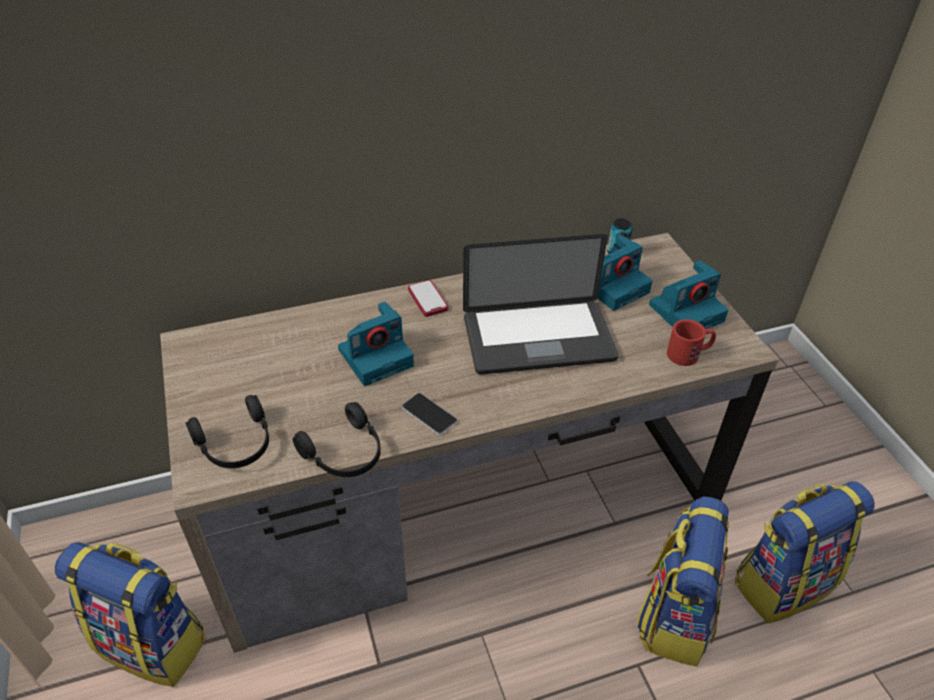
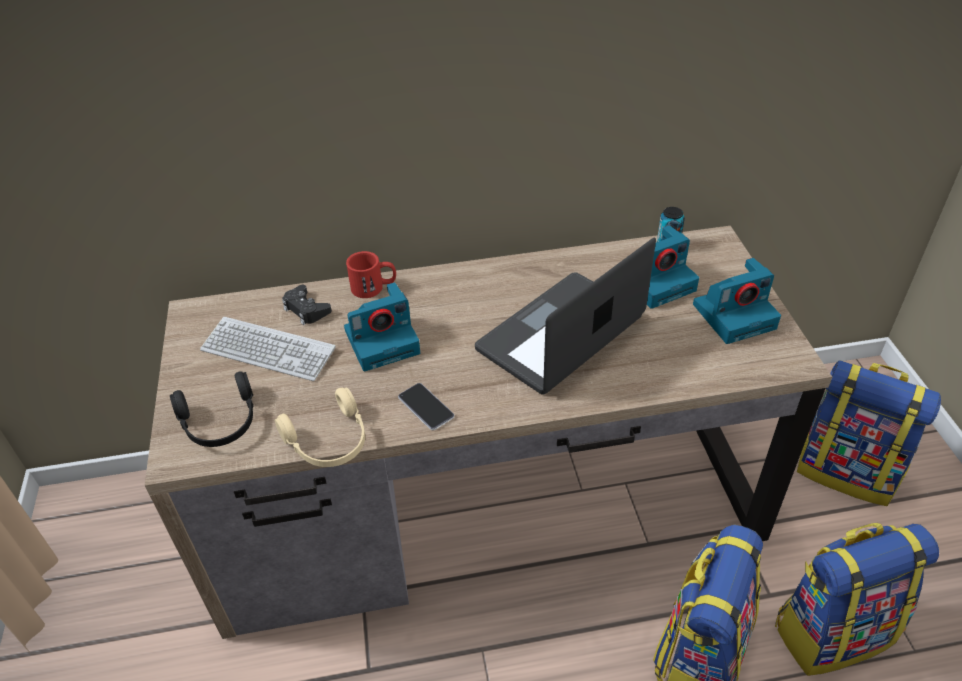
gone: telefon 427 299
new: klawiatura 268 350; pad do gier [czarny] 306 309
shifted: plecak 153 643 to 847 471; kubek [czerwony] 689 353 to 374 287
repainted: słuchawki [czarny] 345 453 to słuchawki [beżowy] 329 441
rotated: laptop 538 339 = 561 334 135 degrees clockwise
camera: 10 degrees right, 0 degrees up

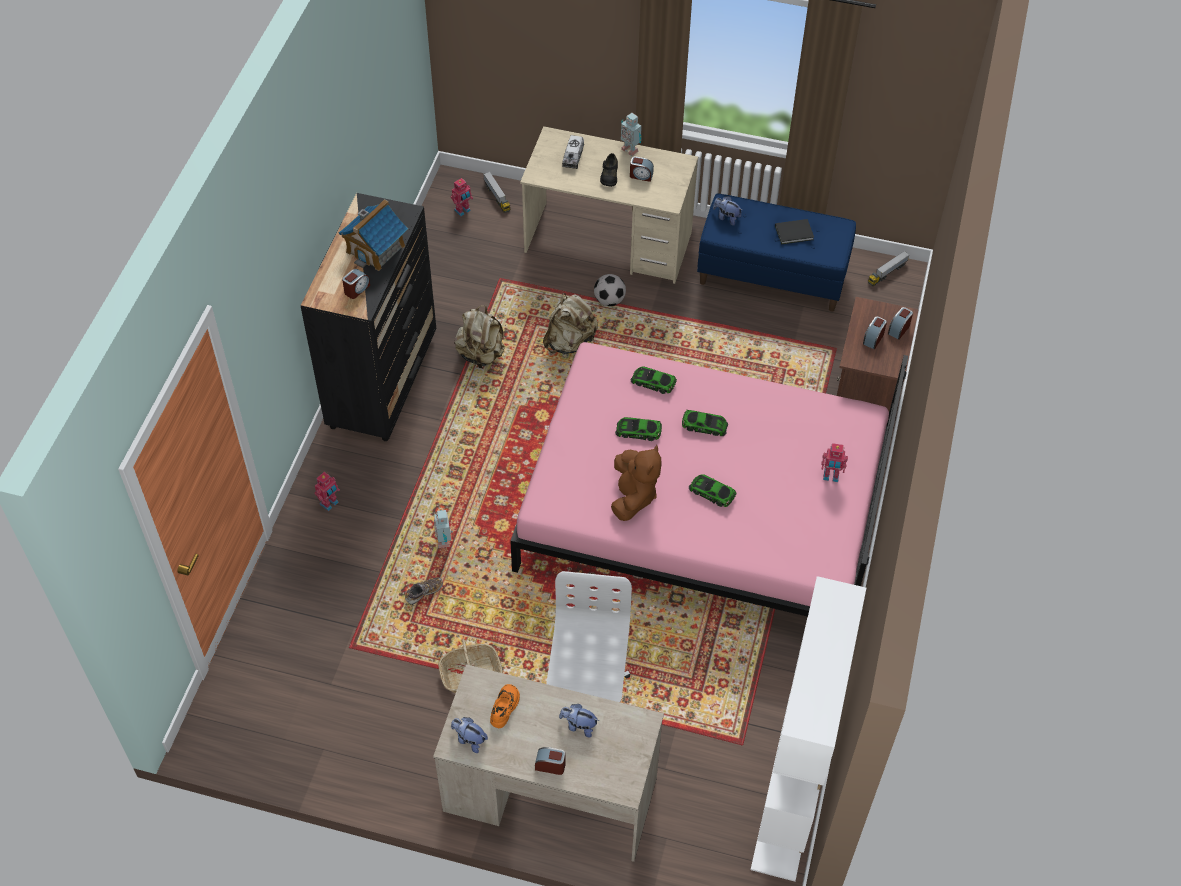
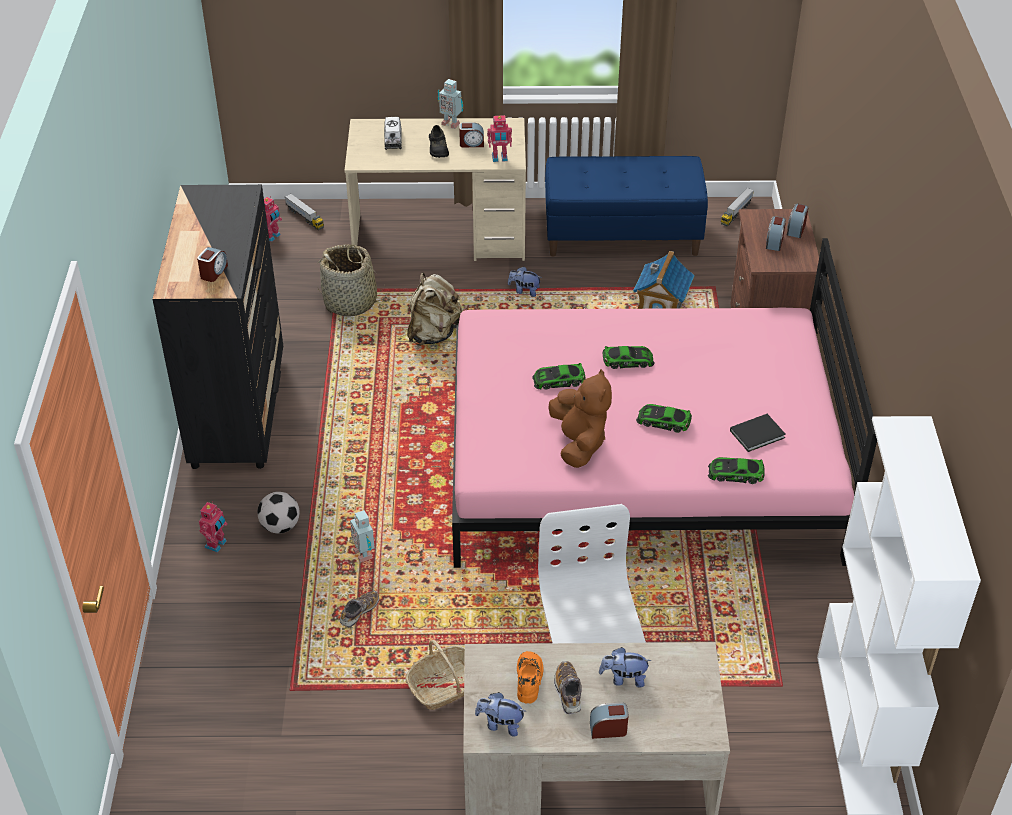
gone: plecak [beżowy] 481 355
new: koszyk 351 302; but 568 692
shifted: domek 376 249 to 662 302; piłka futbolowa 609 300 to 280 526; samochodzik 653 382 to 735 473; pluszak 726 217 to 524 291; książka [czarny] 795 233 to 758 434; robot zabawkowy 831 476 to 499 158
camera: 15 degrees left, 10 degrees down

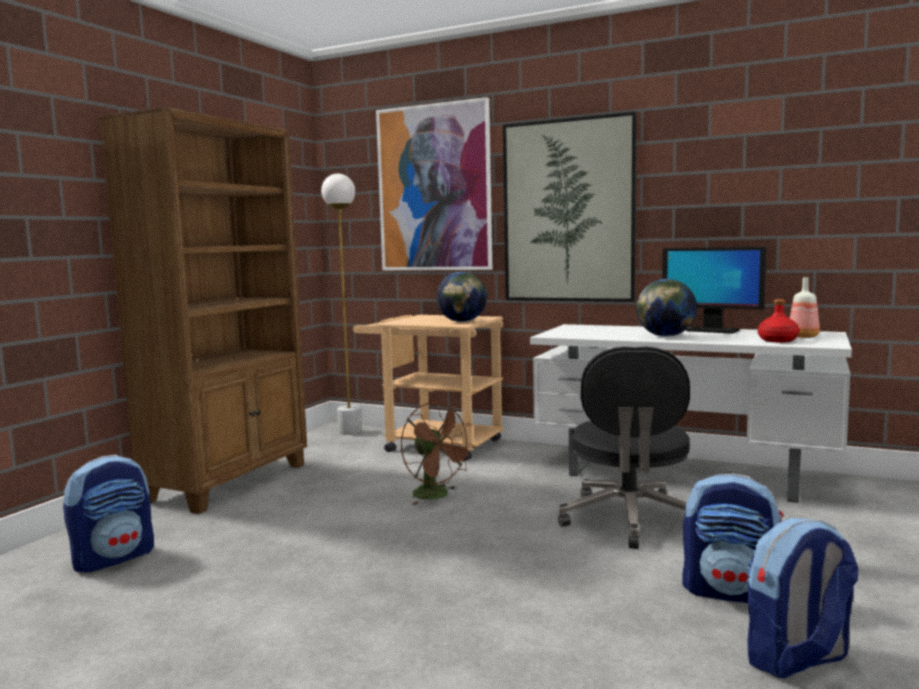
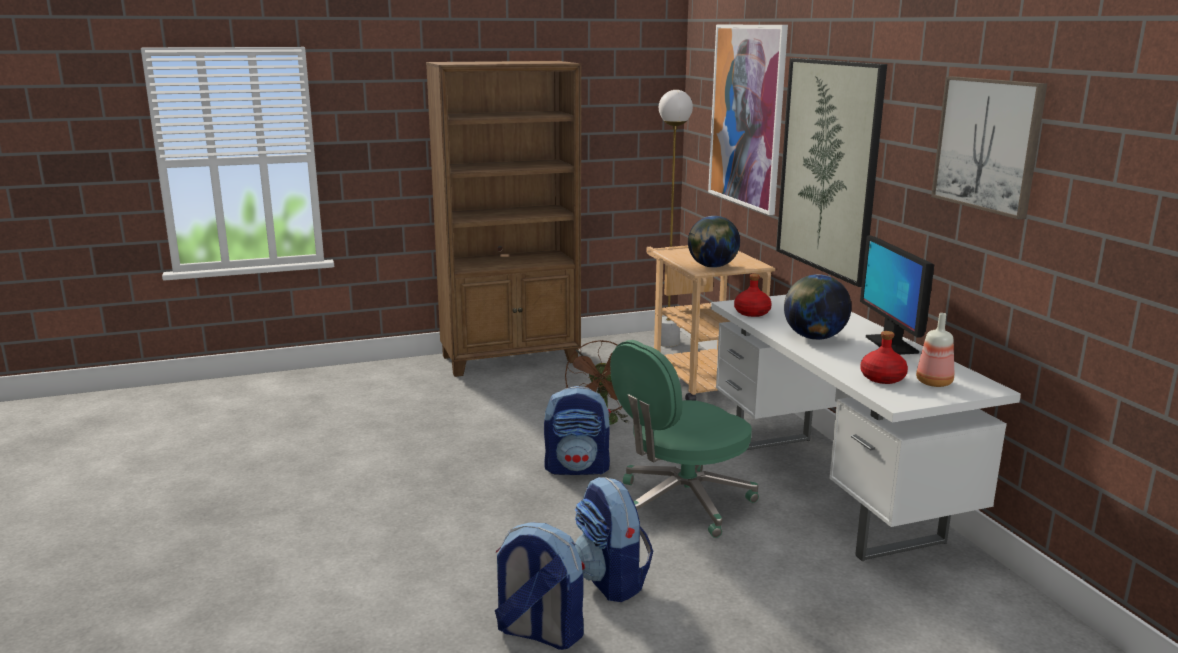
new: butelka [czerwony] 751 313; obraz 988 144
shifted: plecak 114 558 to 577 468
repainted: krzesło biurowe [czarny] 629 520 to krzesło biurowe [zielony] 681 503
camera: 45 degrees right, 10 degrees up

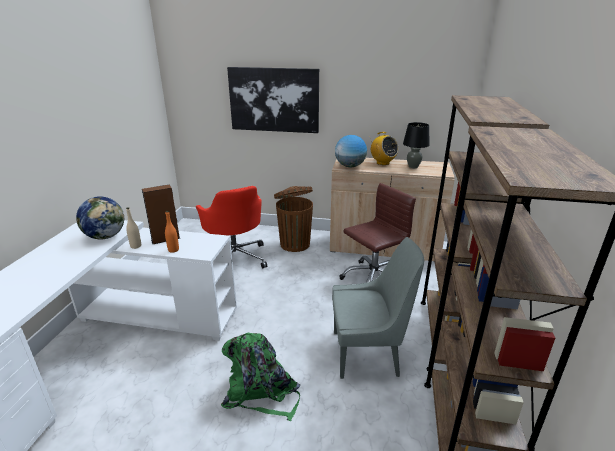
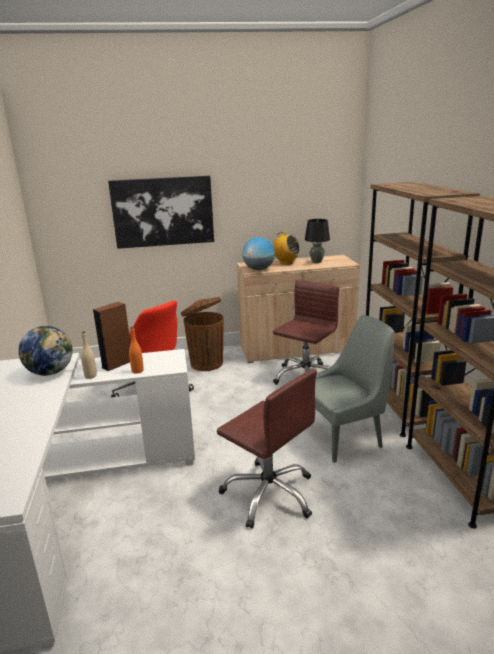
swapped: plecak [zielony] 261 392 to krzesło biurowe [brązowy] 269 494
camera: 20 degrees left, 5 degrees down

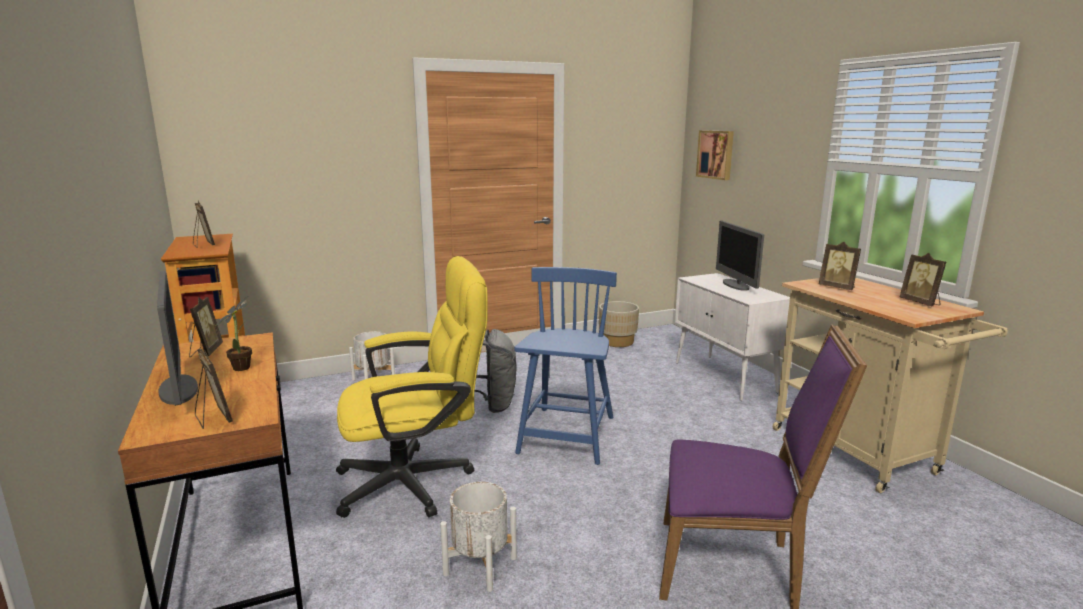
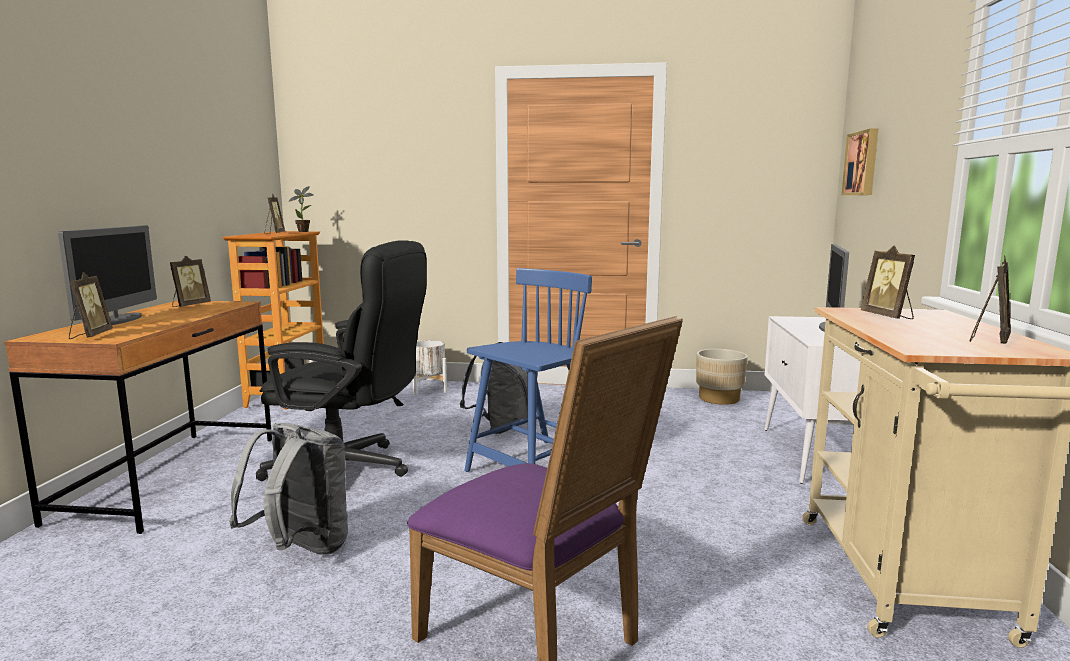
shifted: roślina doniczkowa 244 367 to 305 231
swapped: donica [biały] 481 566 to plecak [szary] 301 549
repainted: krzesło biurowe [żółty] 417 481 to krzesło biurowe [czarny] 350 470
rotated: ramka na zdjęcie 921 303 = 989 340 150 degrees counterclockwise
camera: 30 degrees right, 5 degrees down

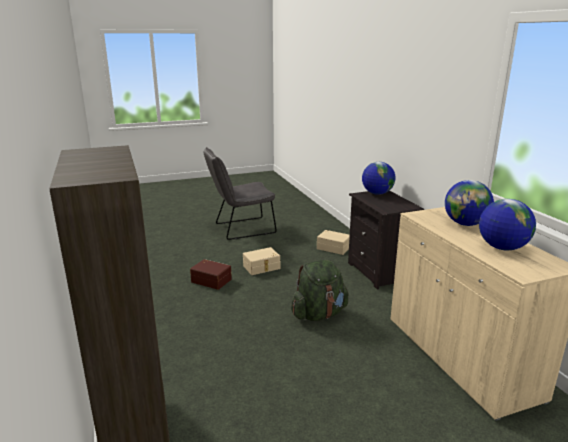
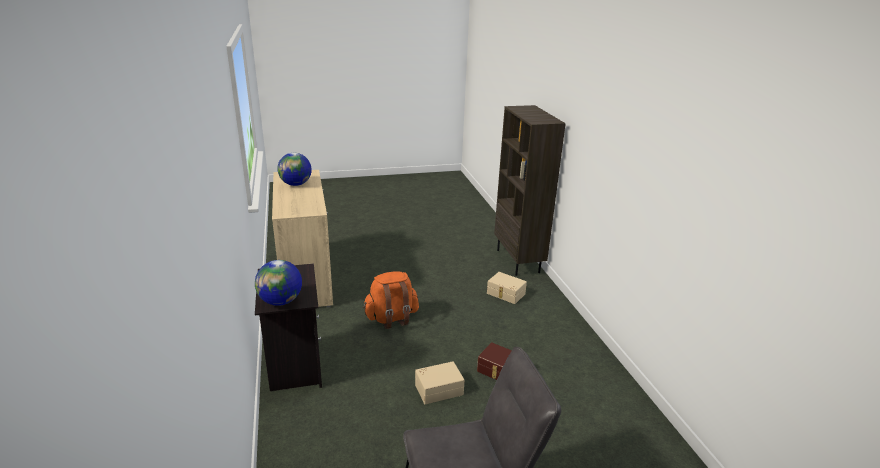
gone: globus 465 224
shifted: pojemnik do przechowywania [beżowy] 334 247 to 505 294
repainted: plecak [zielony] 319 314 to plecak [pomarańczowy] 391 318
camera: 175 degrees left, 5 degrees up

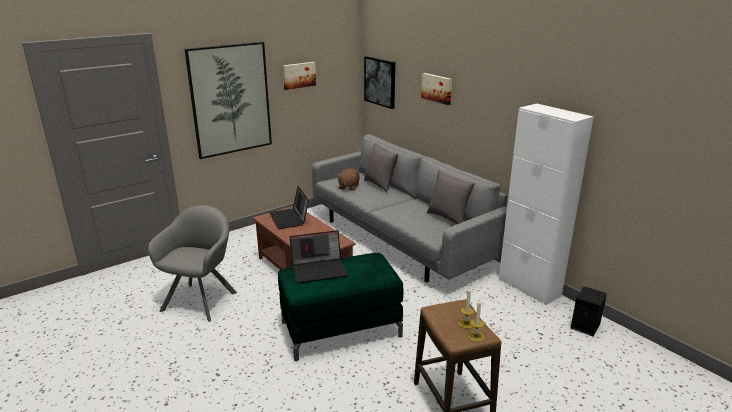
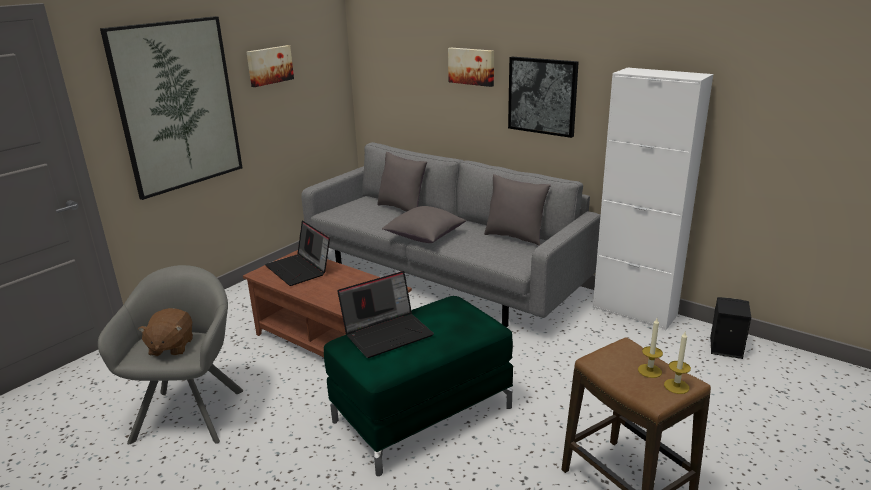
new: poduszka [szary] 424 236
shifted: pluszak [brązowy] 348 187 to 171 347; obraz 380 82 to 542 96
camera: 15 degrees left, 0 degrees up

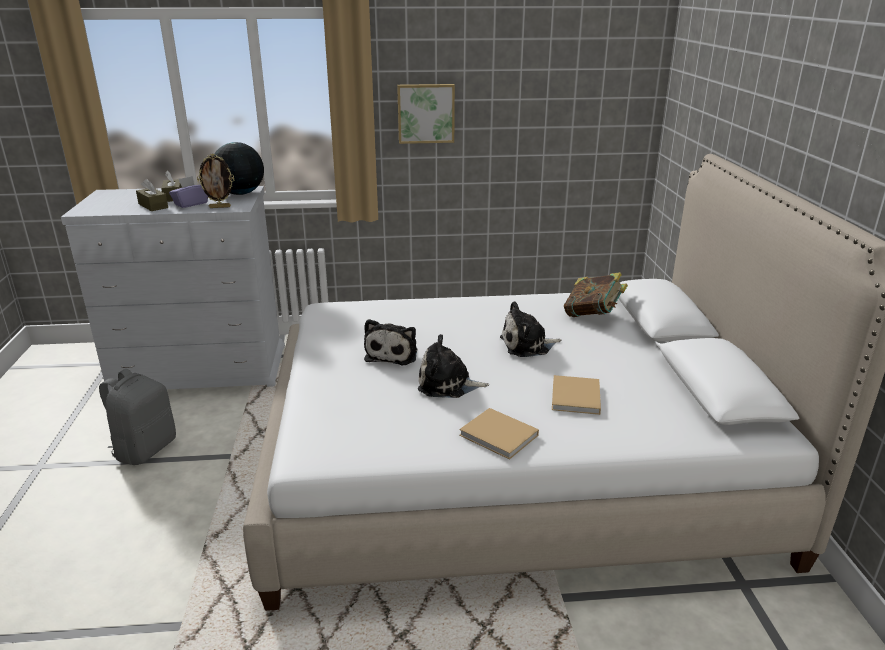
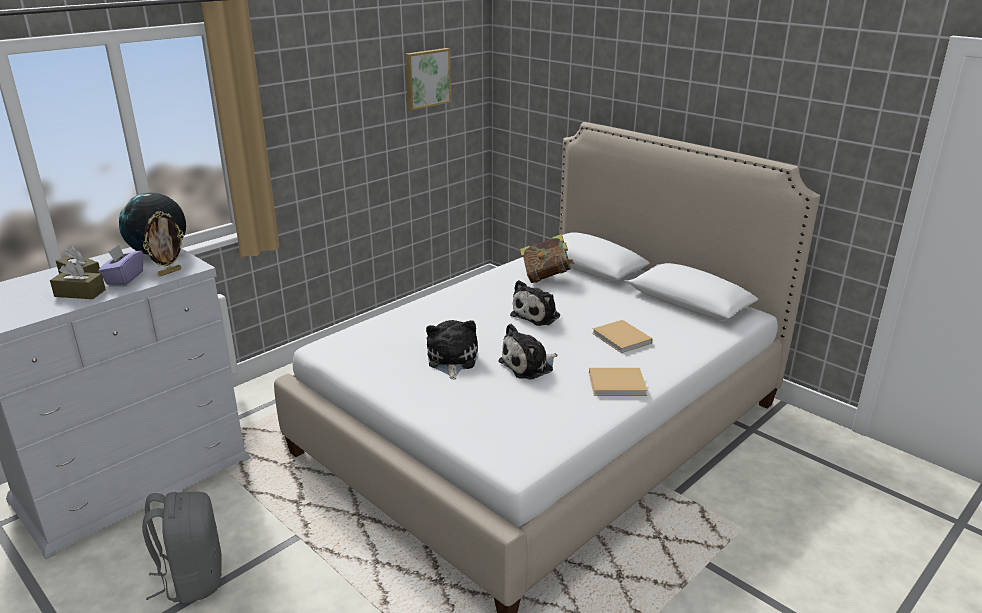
shifted: obraz 426 113 to 426 78
rotated: pluszak 393 354 = 451 360 150 degrees counterclockwise
camera: 40 degrees left, 0 degrees up

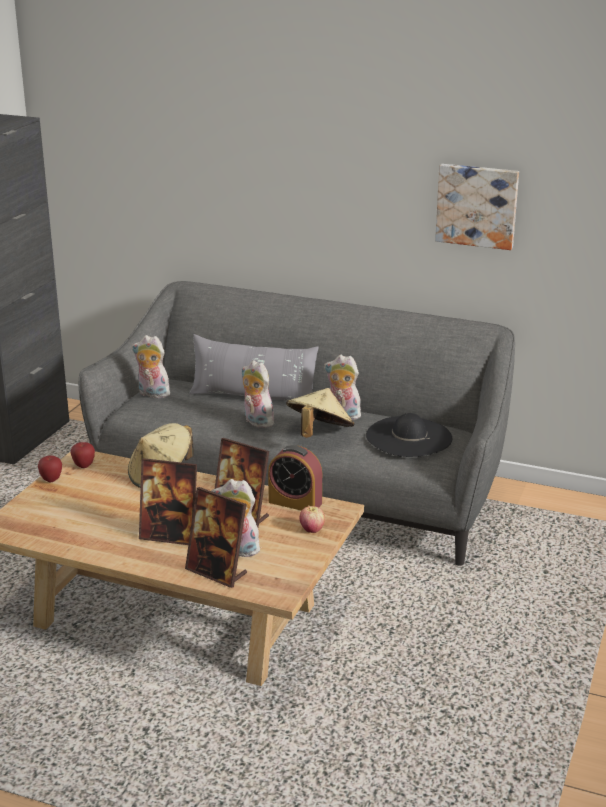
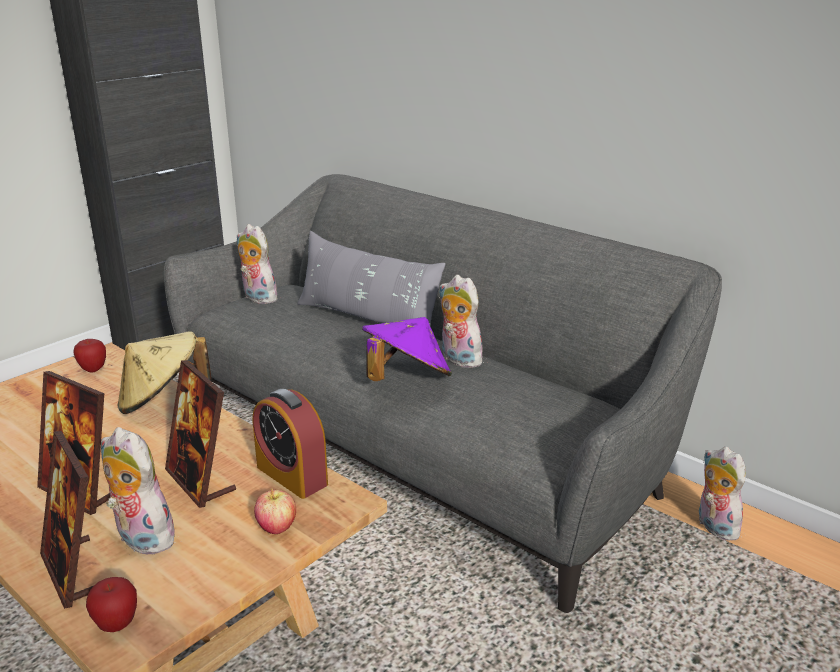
gone: kapelusz [czarny] 408 437; obraz 477 205
shifted: jabłko 51 480 to 117 624; pluszak 256 422 to 713 526
repainted: kapelusz [beżowy] 319 434 to kapelusz [fioletowy] 406 379
camera: 20 degrees right, 0 degrees up

